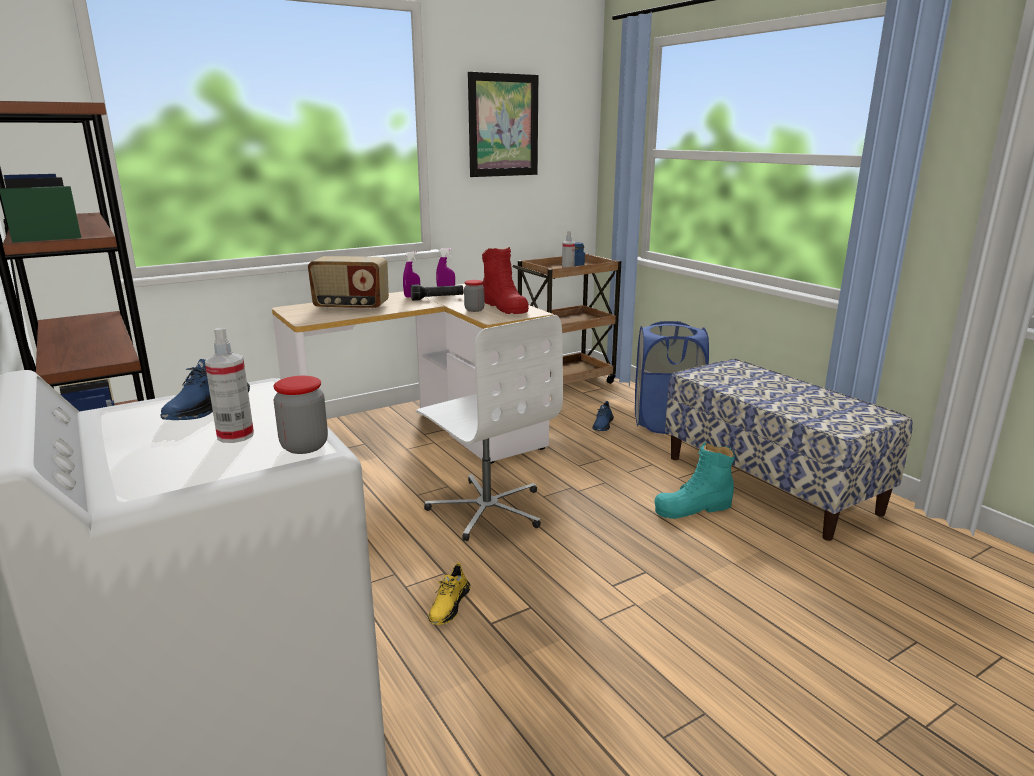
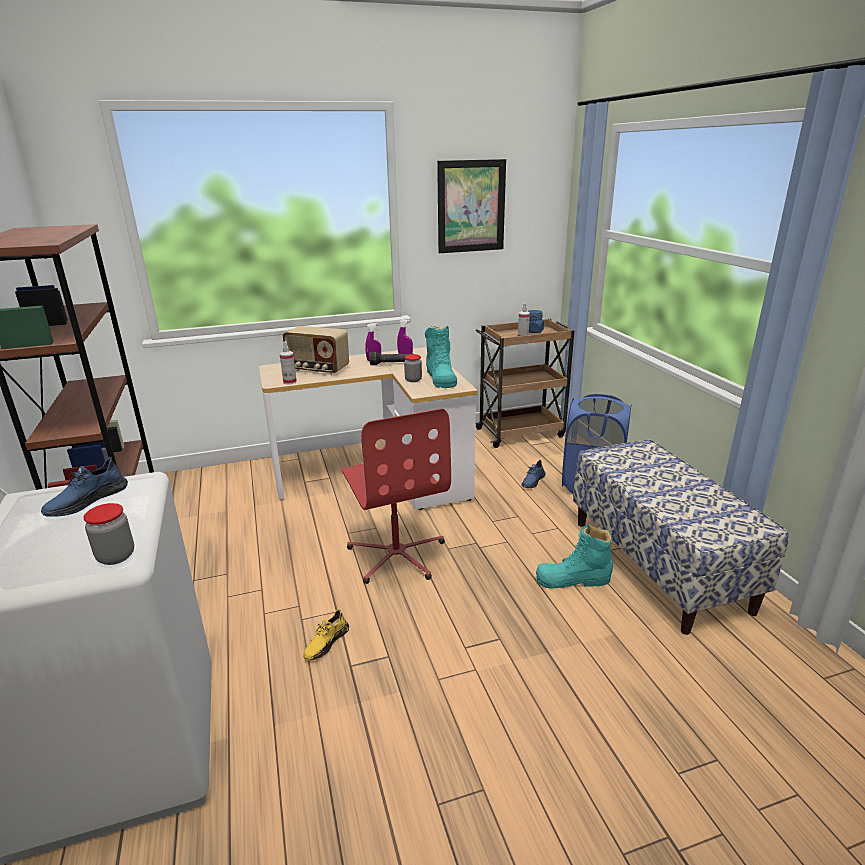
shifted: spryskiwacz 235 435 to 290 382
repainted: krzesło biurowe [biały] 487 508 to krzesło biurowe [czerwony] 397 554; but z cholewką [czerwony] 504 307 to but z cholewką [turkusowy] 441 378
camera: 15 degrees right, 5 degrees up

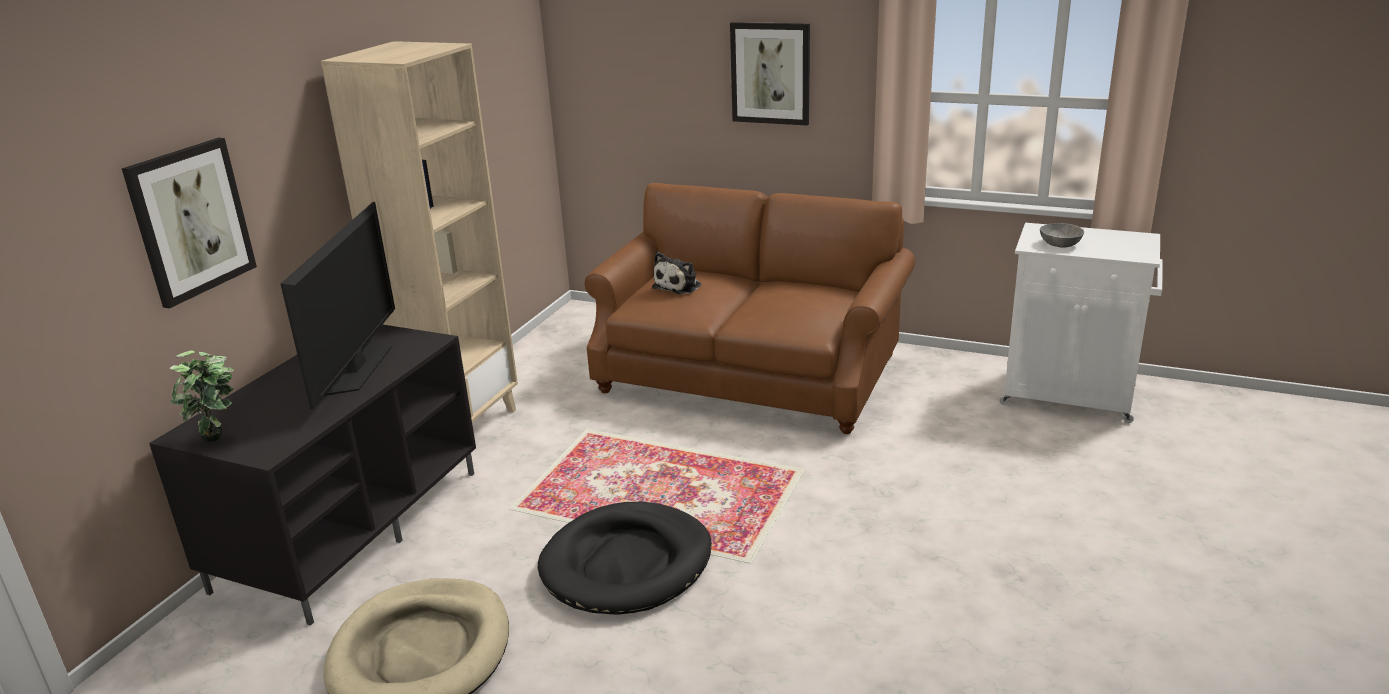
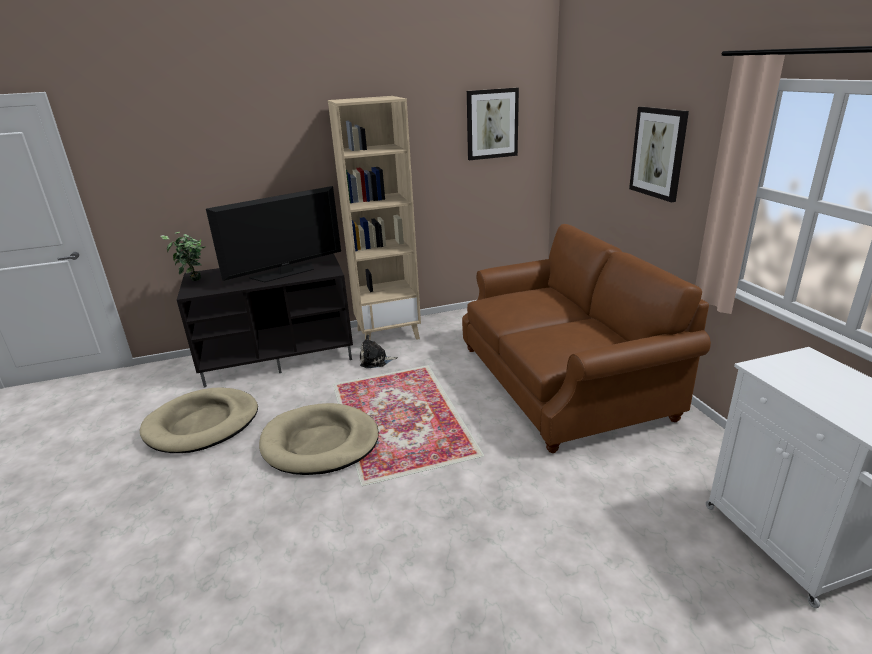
gone: miska [szary] 1060 244
shifted: obraz 191 221 to 492 124; pluszak 679 286 to 375 361
repainted: legowisko [czarny] 627 564 to legowisko [beżowy] 320 443
camera: 50 degrees right, 0 degrees up

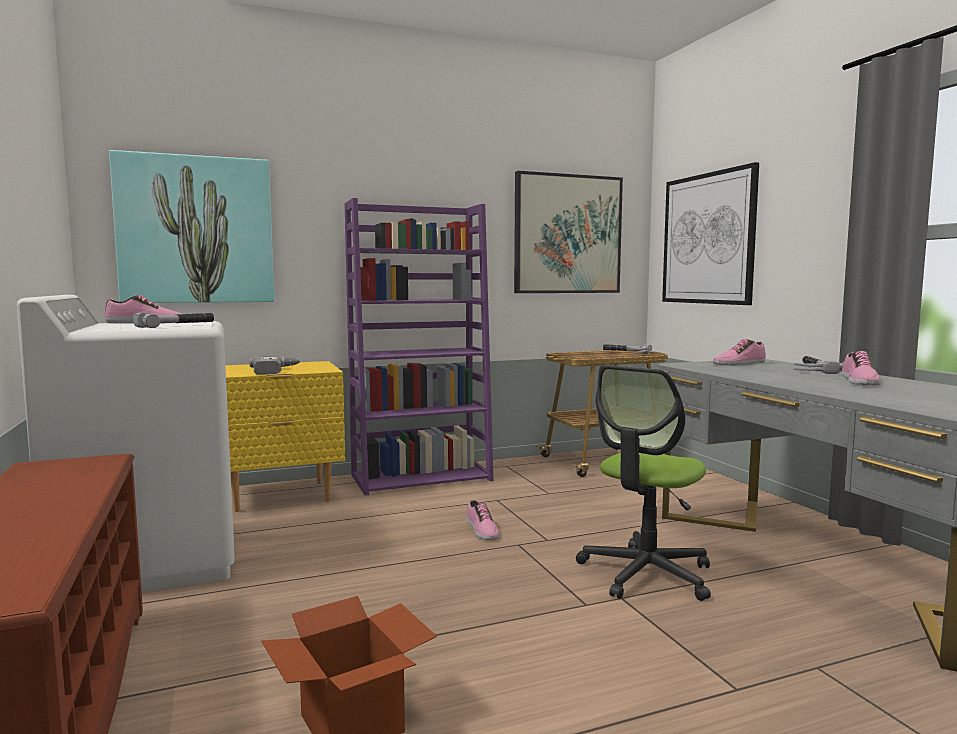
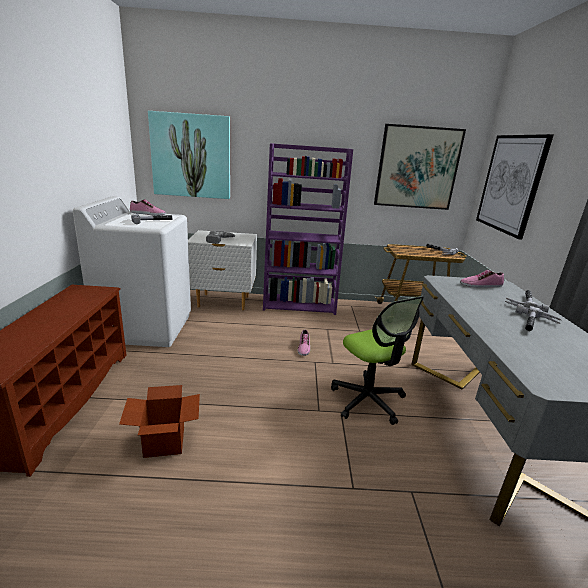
swapped: but 858 381 to młotek 535 324
repainted: szafka nocna [żółty] 281 496 to szafka nocna [biały] 223 302
rotated: krzesło biurowe 646 574 = 368 400 90 degrees counterclockwise
camera: 20 degrees right, 15 degrees up

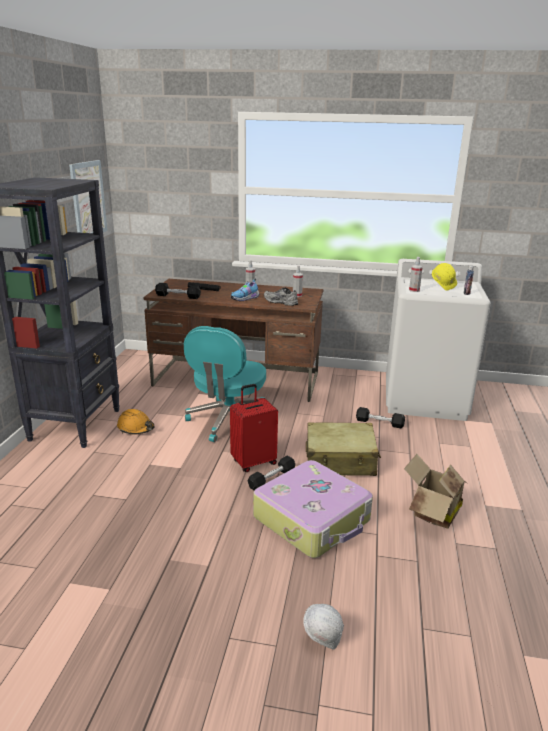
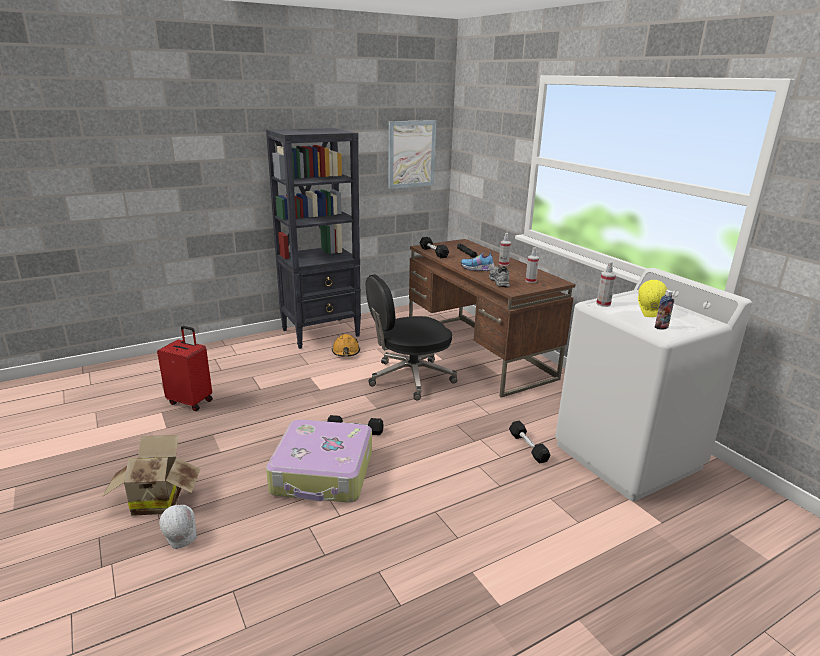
gone: walizka [beżowy] 340 460
shifted: walizka [czerwony] 253 462 to 191 401; karton 432 513 to 157 500
repainted: krzesło biurowe [turkusowy] 228 421 to krzesło biurowe [czarny] 409 378
camera: 50 degrees right, 0 degrees up

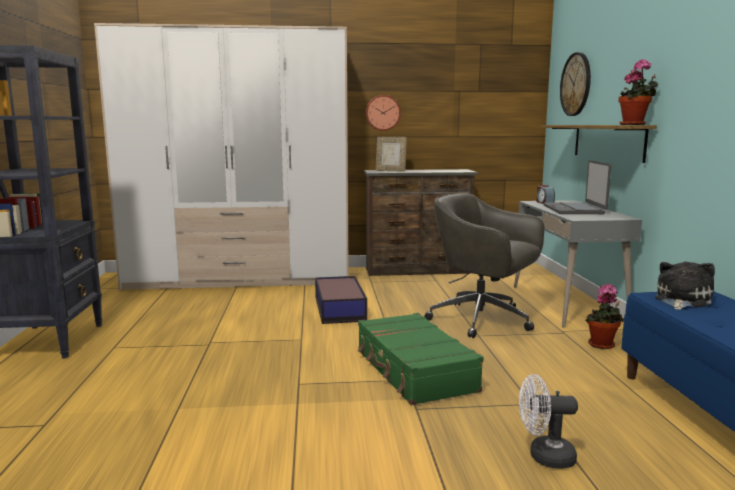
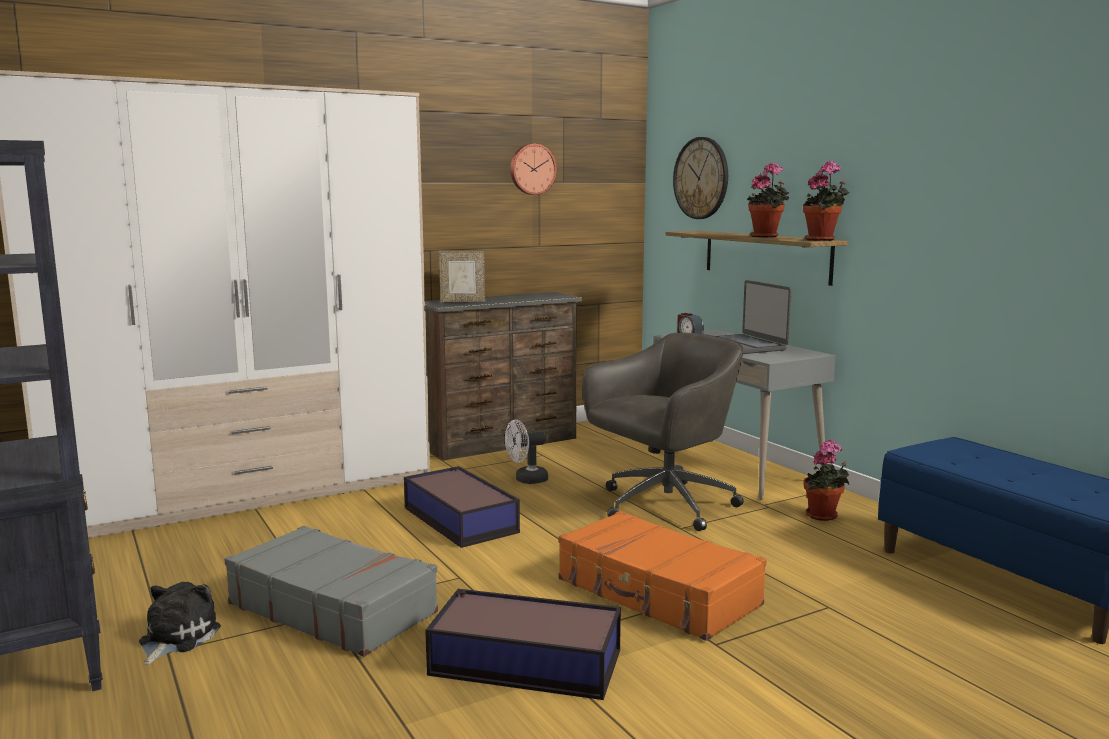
new: walizka [szary] 333 608; pojemnik do przechowywania 523 661; roślina doniczkowa 767 236
shifted: zegar ścienny 382 113 to 532 169; wentylator [biały] 544 457 to 526 480; pluszak 681 300 to 176 638
repainted: walizka [zielony] 414 371 to walizka [pomarańczowy] 657 593
rotated: krzesło biurowe [szary] 483 320 = 663 506 135 degrees clockwise
camera: 25 degrees left, 0 degrees up

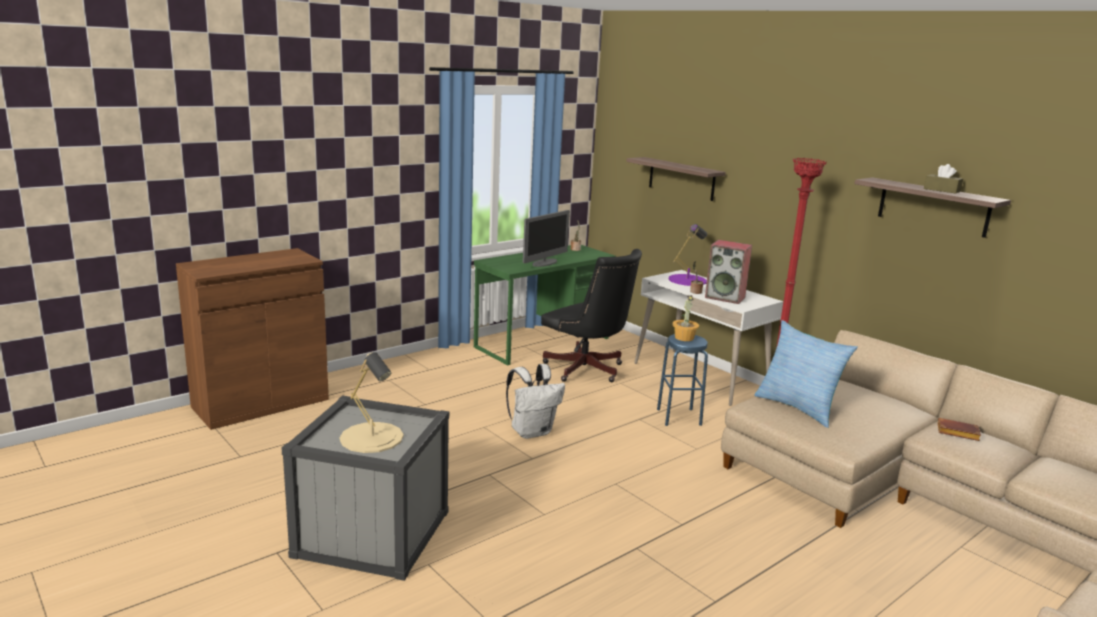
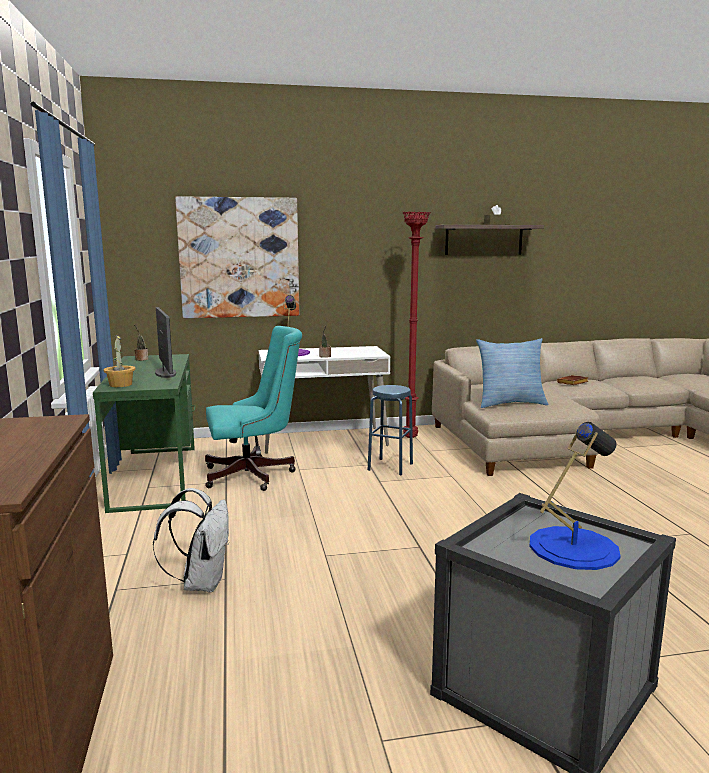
gone: głośnik 725 297
shifted: plecak [biały] 532 432 to 201 582; roślina doniczkowa 684 337 to 120 384
swapped: półka 681 179 to obraz 239 258
repainted: lampa stołowa [beżowy] 372 437 to lampa stołowa [niebieski] 573 547; krzesło biurowe [czarny] 587 371 to krzesło biurowe [turkusowy] 254 475
camera: 60 degrees left, 5 degrees down

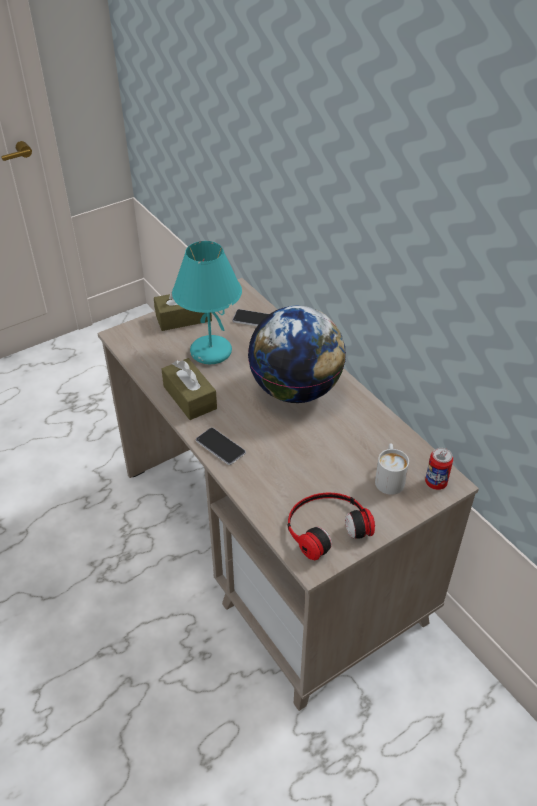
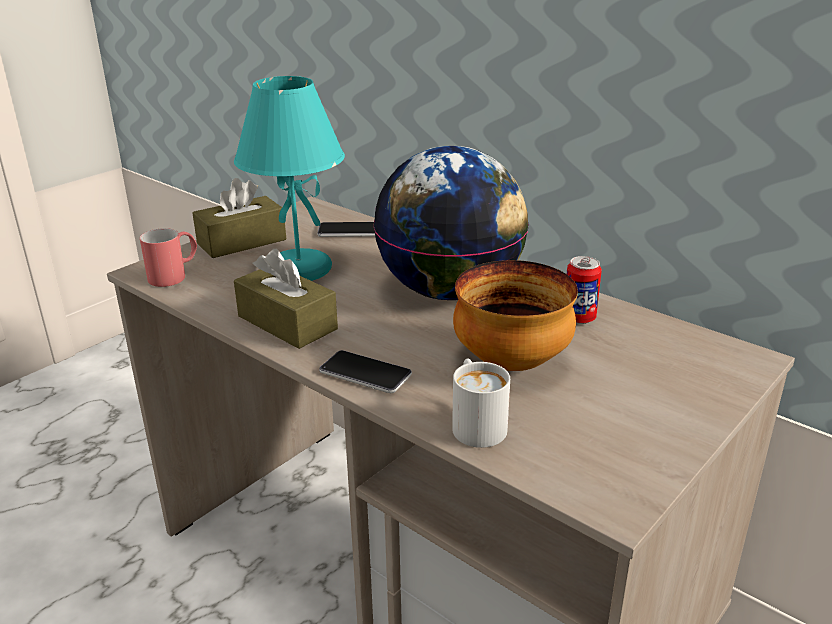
gone: słuchawki 326 526
new: kubek [czerwony] 175 275; miska 512 363
shifted: kubek [biały] 389 477 to 475 423; puszka 435 483 to 579 318
camera: 15 degrees left, 15 degrees down

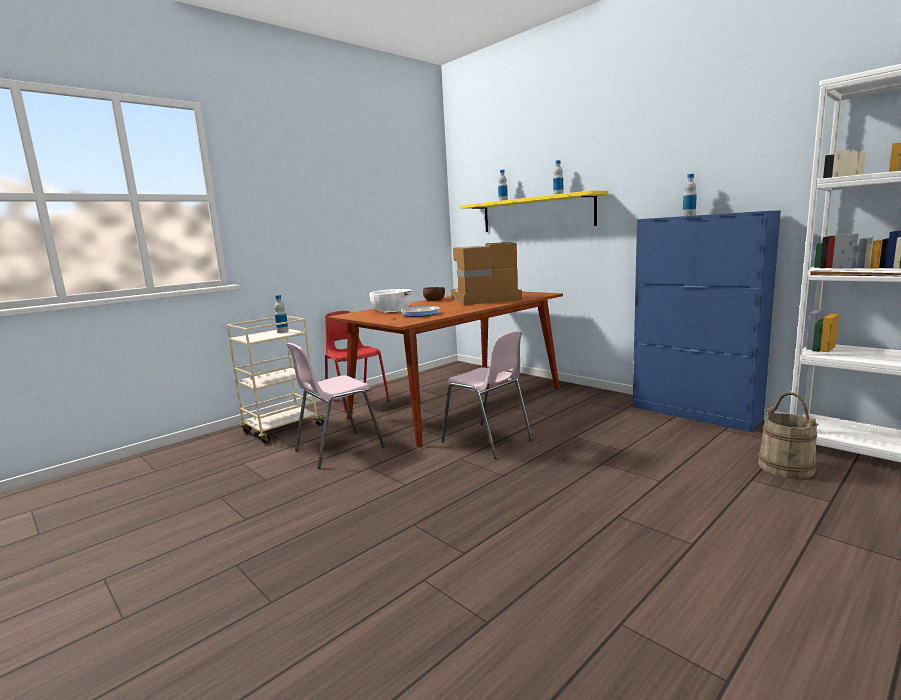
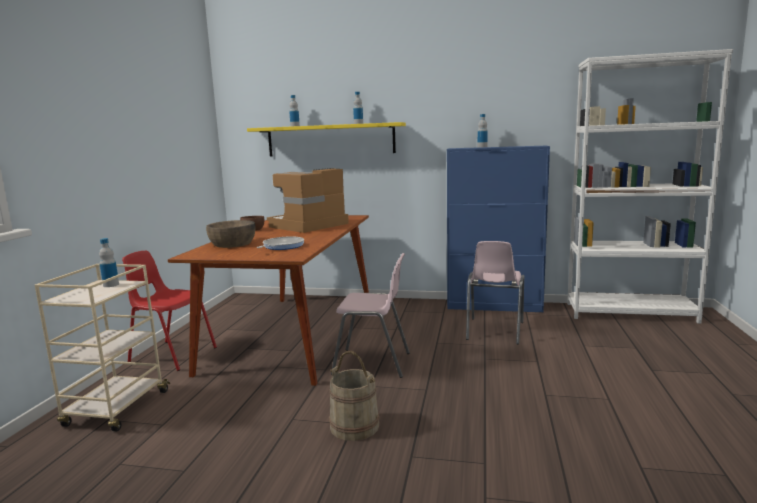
shifted: krzesło [różowy] 338 449 to 494 331; wiadro [beżowy] 786 467 to 355 426
repainted: miska [biały] 392 309 to miska [brązowy] 232 244
camera: 35 degrees left, 0 degrees up

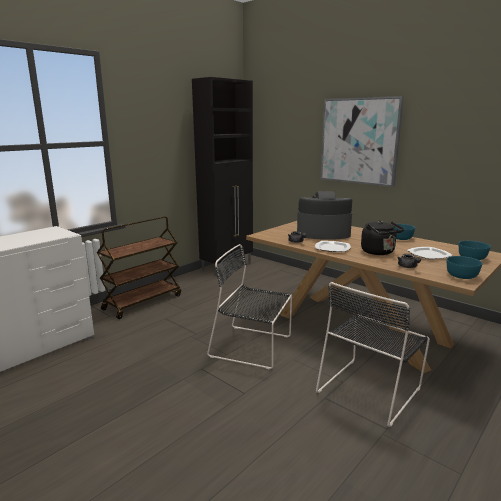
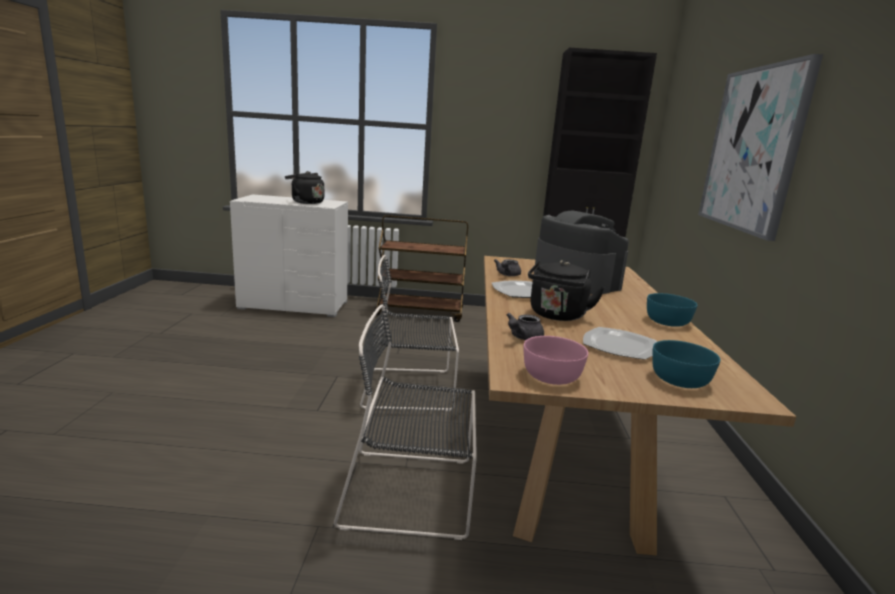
new: czajnik [czarny] 306 202
repainted: miska [turkusowy] 461 275 to miska [różowy] 552 376
rotated: krzesło [czarny] 253 347 = 411 388 75 degrees counterclockwise
camera: 50 degrees right, 0 degrees up

